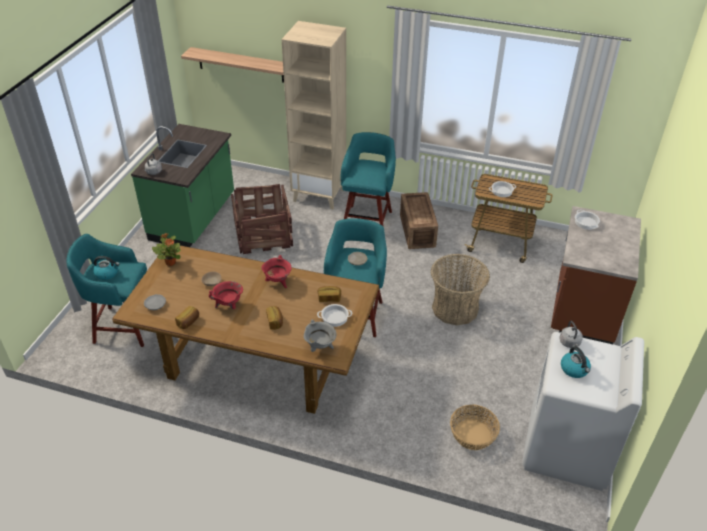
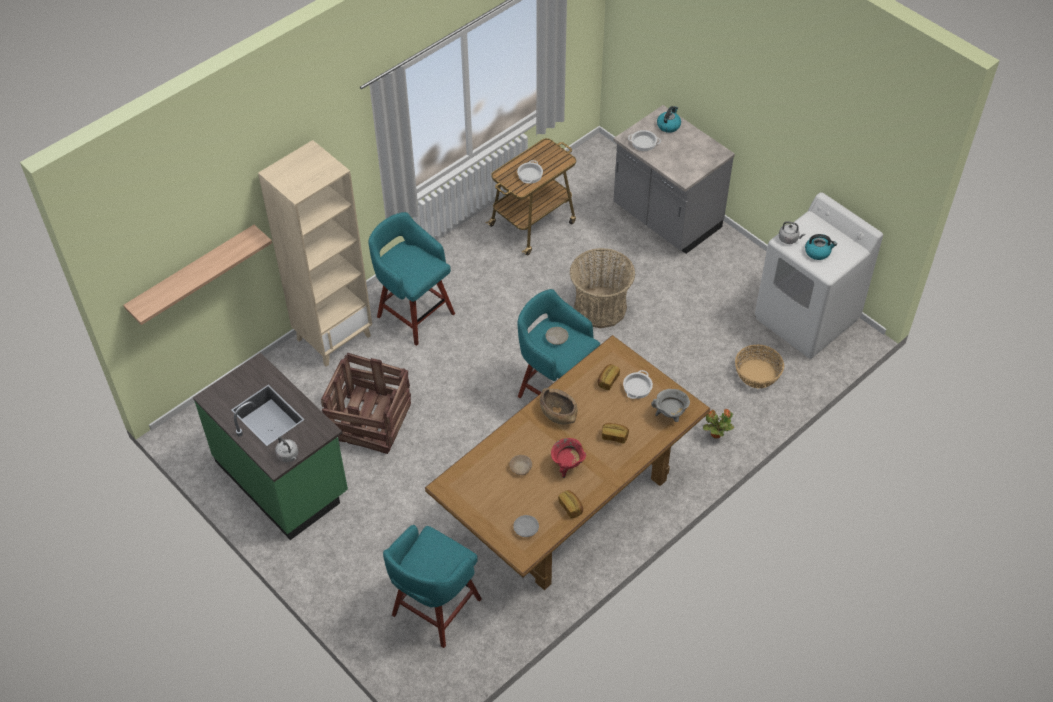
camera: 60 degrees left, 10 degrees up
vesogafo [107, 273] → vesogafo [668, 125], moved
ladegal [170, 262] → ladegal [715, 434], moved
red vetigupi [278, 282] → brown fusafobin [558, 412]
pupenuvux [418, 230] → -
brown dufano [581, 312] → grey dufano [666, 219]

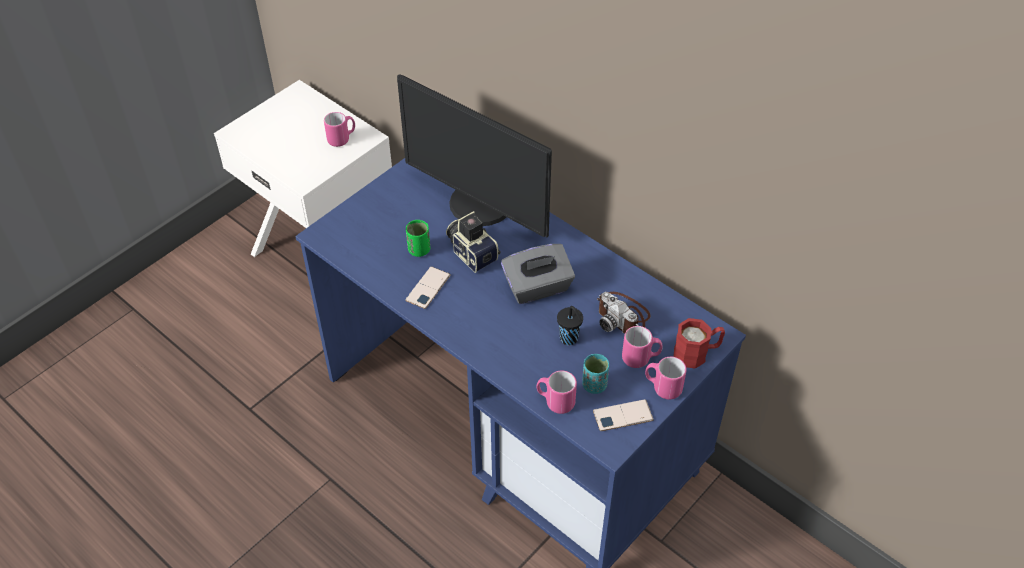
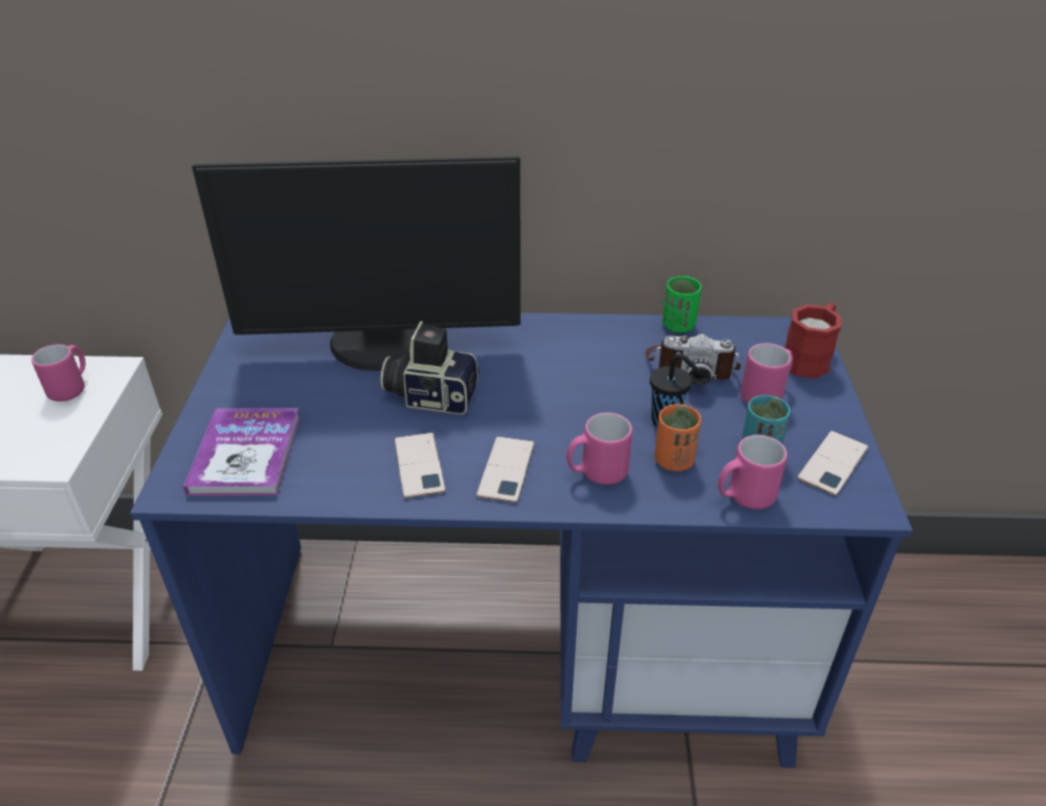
camera: 40 degrees left, 10 degrees down
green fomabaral [419, 250] → green fomabaral [678, 326], moved
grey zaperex [537, 288] → -
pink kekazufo [662, 387] → pink kekazufo [596, 473], moved
- → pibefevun [246, 454]
- → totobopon [506, 469]
- → orange fomabaral [673, 461]

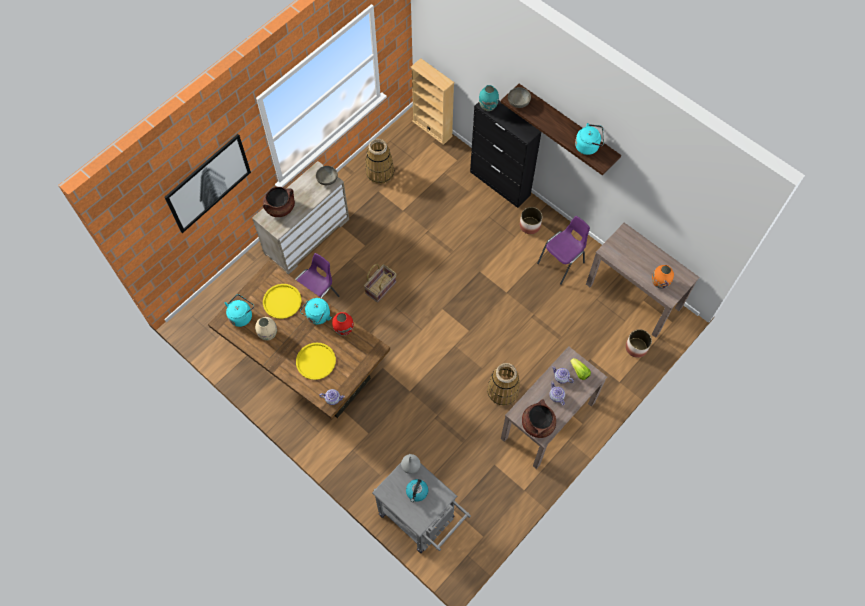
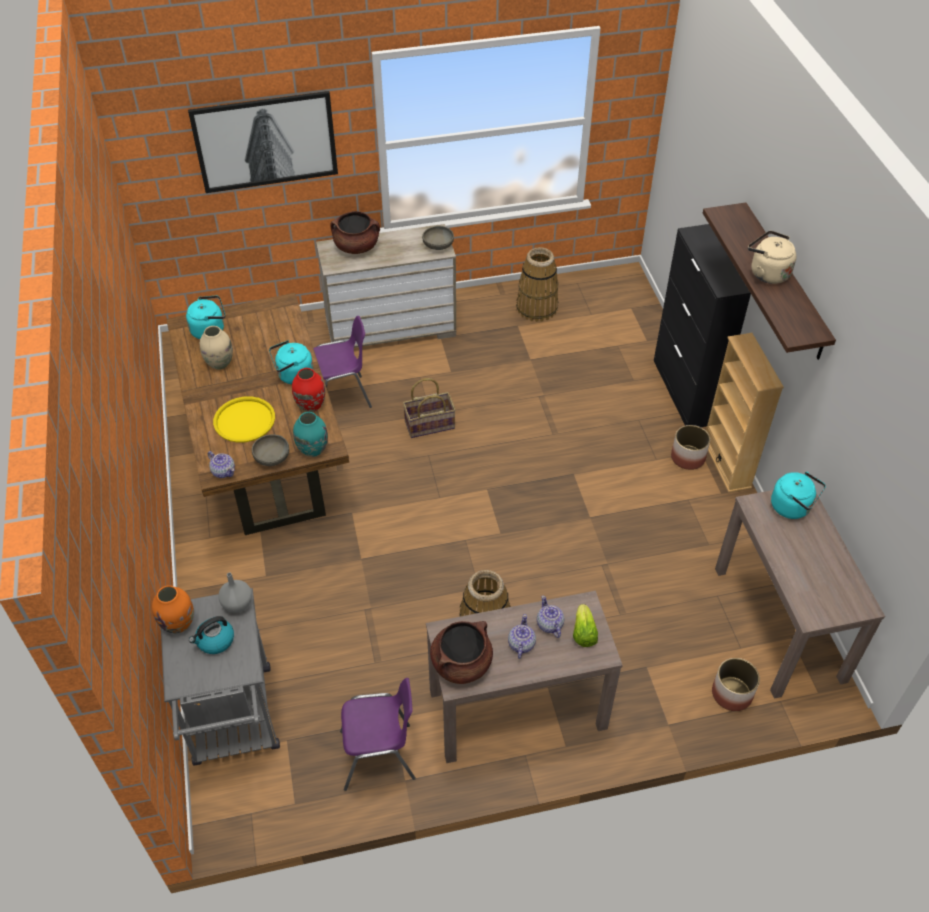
camera: 35 degrees right, 15 degrees down
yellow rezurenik [282, 301] → -
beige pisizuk [432, 128] → beige pisizuk [726, 463], moved
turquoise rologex [487, 106] → turquoise rologex [312, 449], moved
grey fusafobin [518, 102] → grey fusafobin [272, 457], moved
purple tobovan [562, 262] → purple tobovan [380, 756], moved
turquoise vesogafo [588, 146] → turquoise vesogafo [793, 507], moved
orange rologex [659, 282] → orange rologex [178, 623], moved
- → beige vesogafo [767, 273]

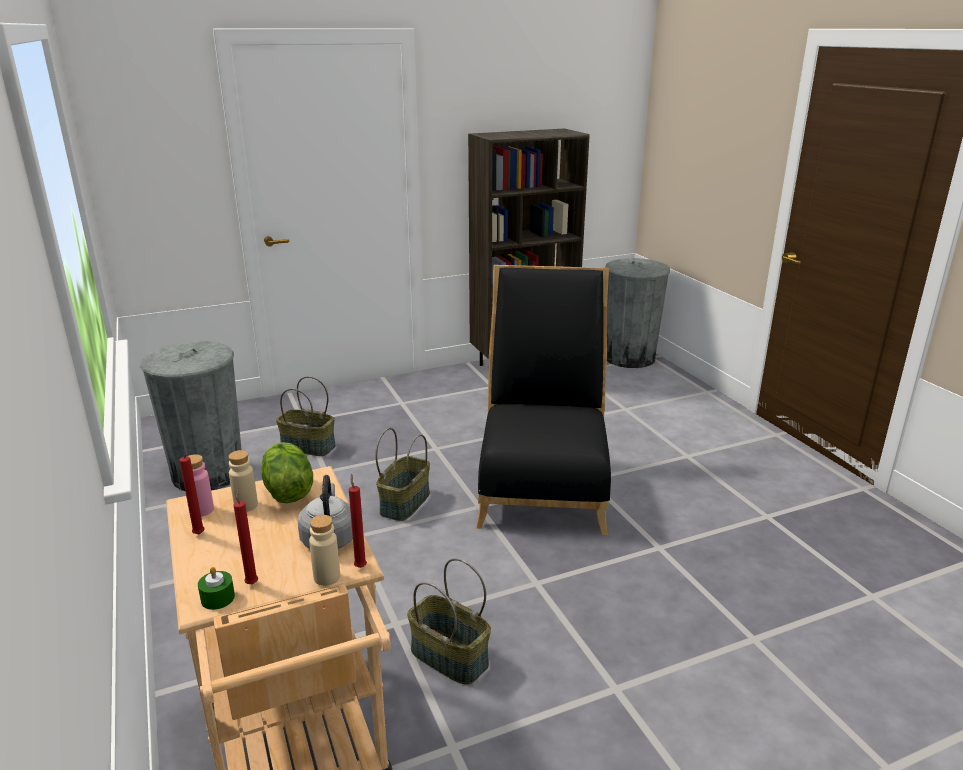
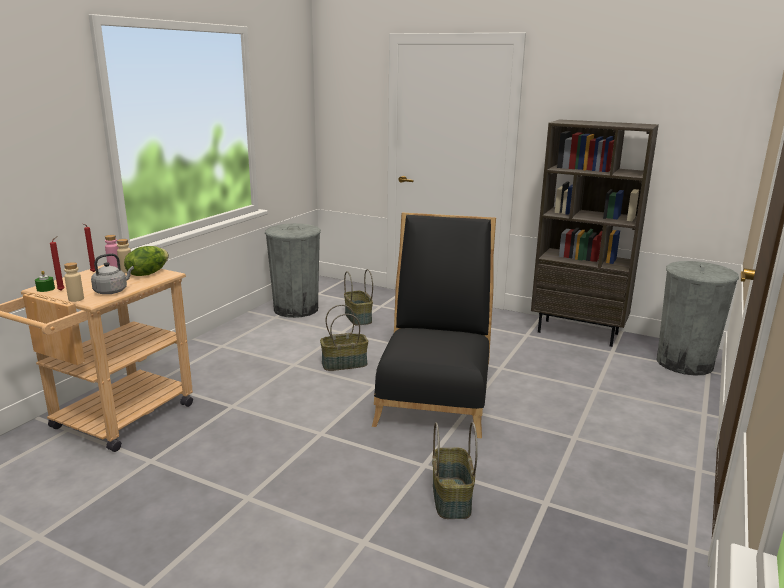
camera: 50 degrees right, 5 degrees down
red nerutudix [360, 566] → -
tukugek [448, 657] → tukugek [450, 498], moved
black tobovan [543, 483] → black tobovan [435, 395], 45 degrees counterclockwise

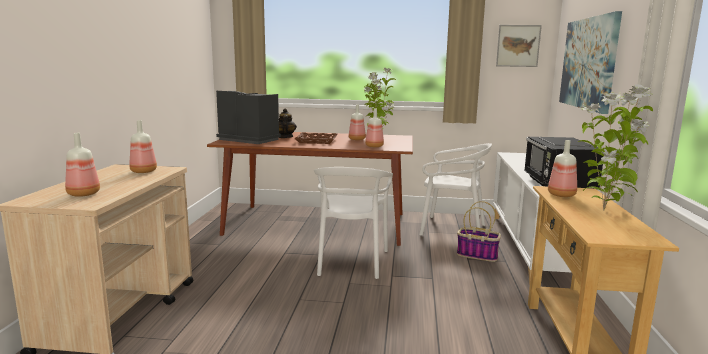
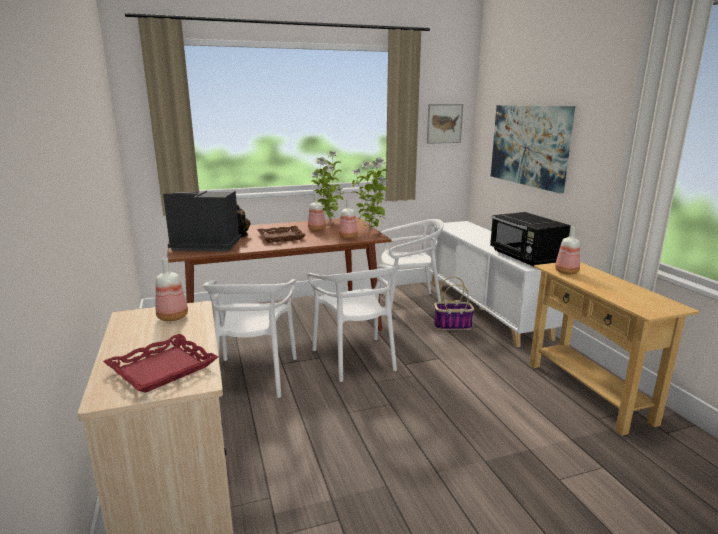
camera: 25 degrees left, 5 degrees up
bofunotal [82, 194] → red rezurenik [163, 369]
ladegal [605, 210] → ladegal [370, 232], moved
- → white tobovan [254, 376]

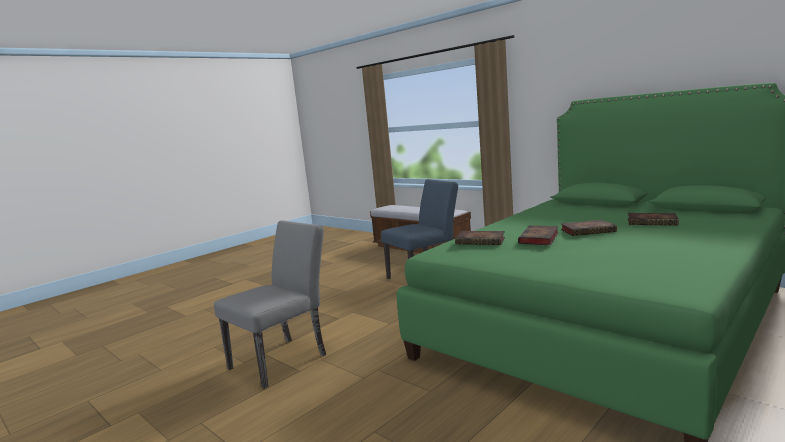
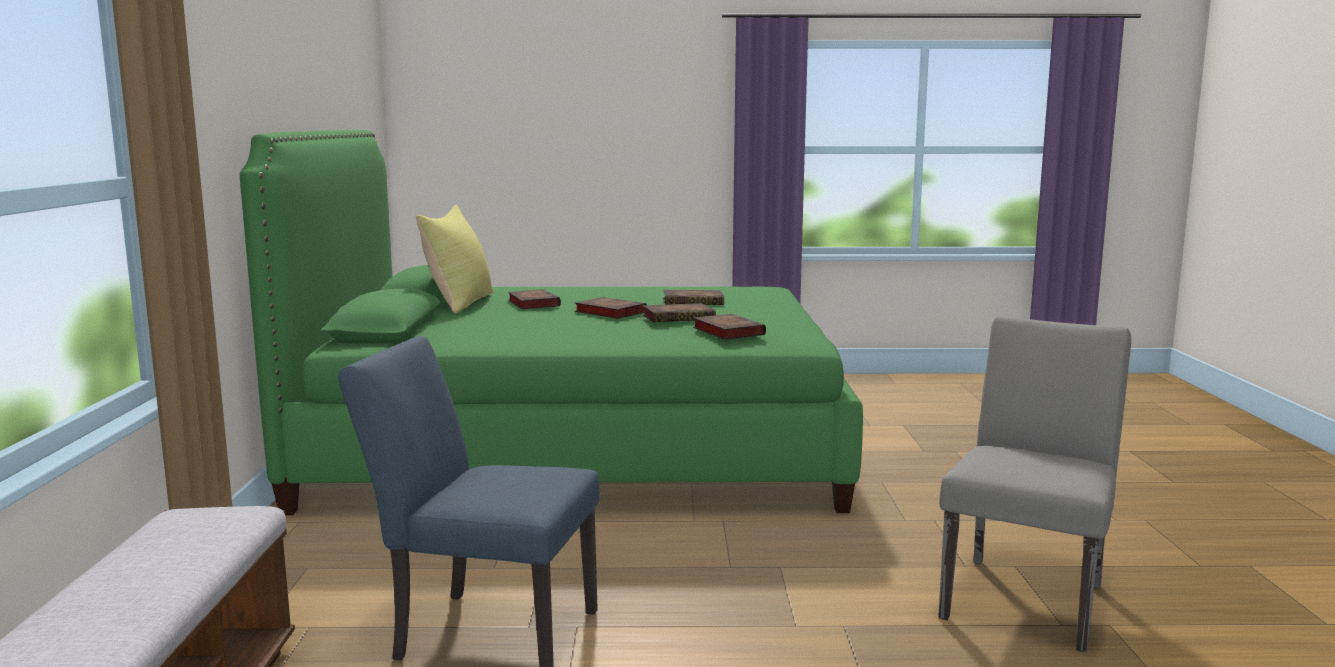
camera: 135 degrees left, 0 degrees up
grey tobovan [284, 359] → grey tobovan [1027, 595], 120 degrees clockwise
- → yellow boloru [459, 303]
- → pibefevun [694, 302]

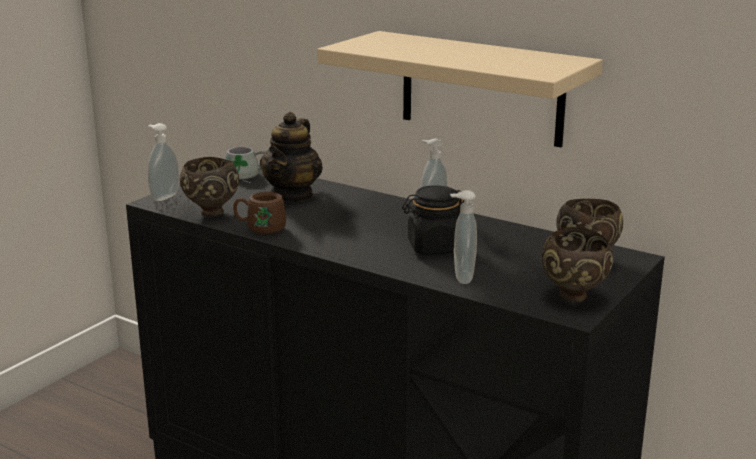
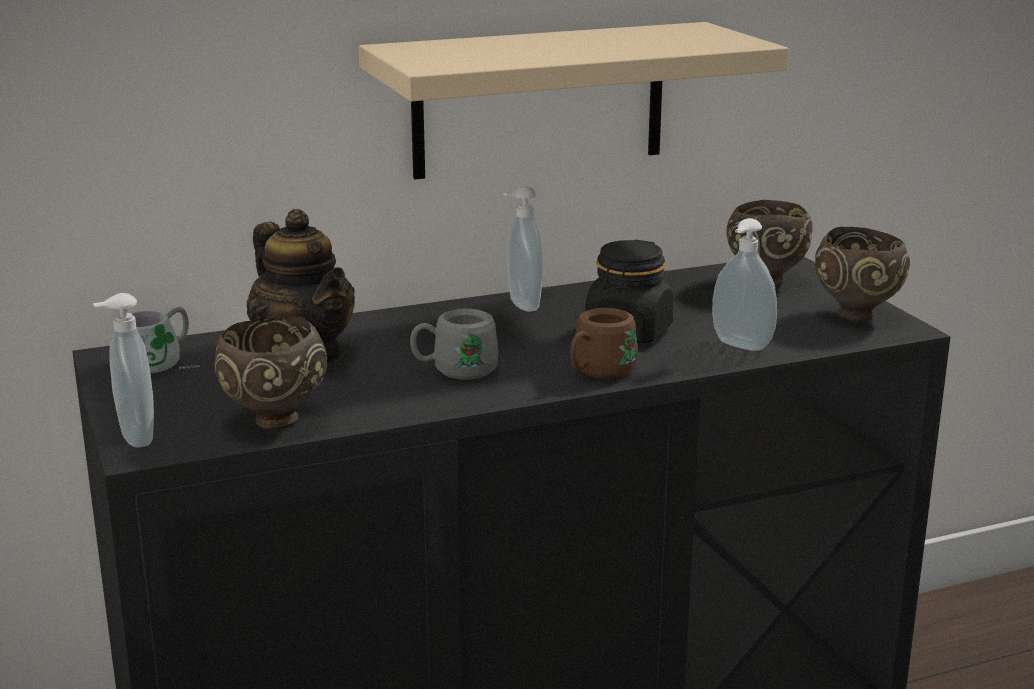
camera: 55 degrees left, 0 degrees up
brown kekazufo [260, 229] → brown kekazufo [598, 373], moved
- → grey kekazufo [455, 371]

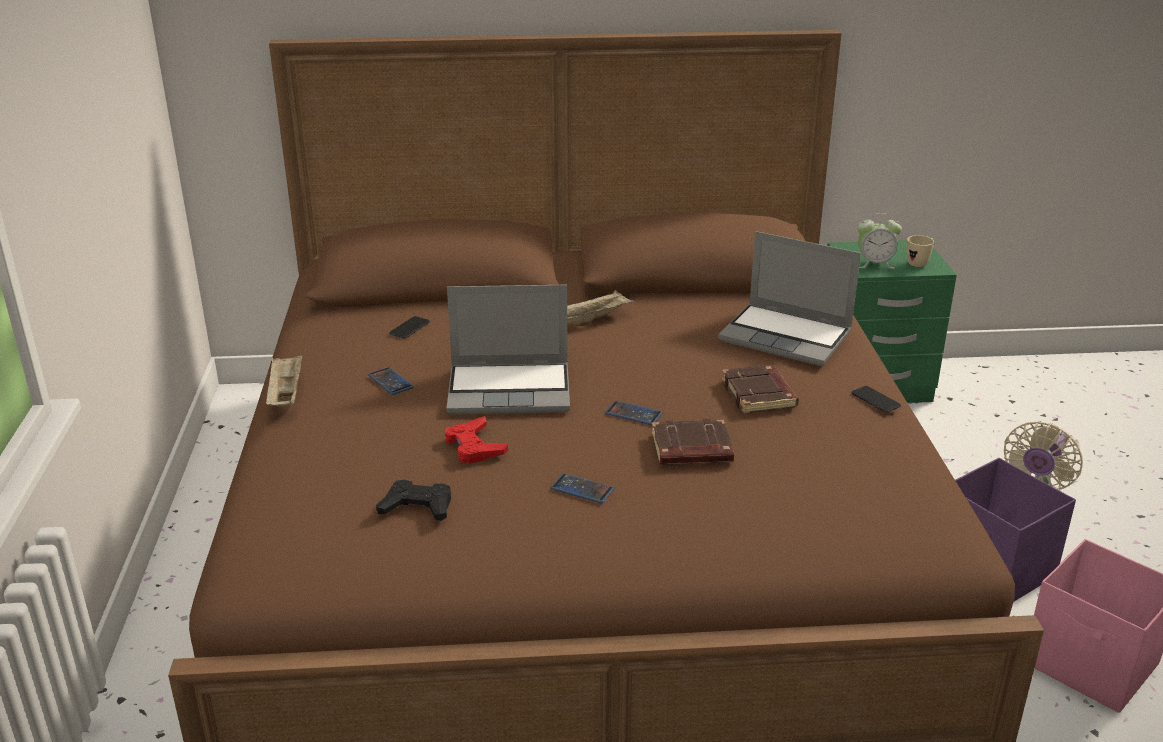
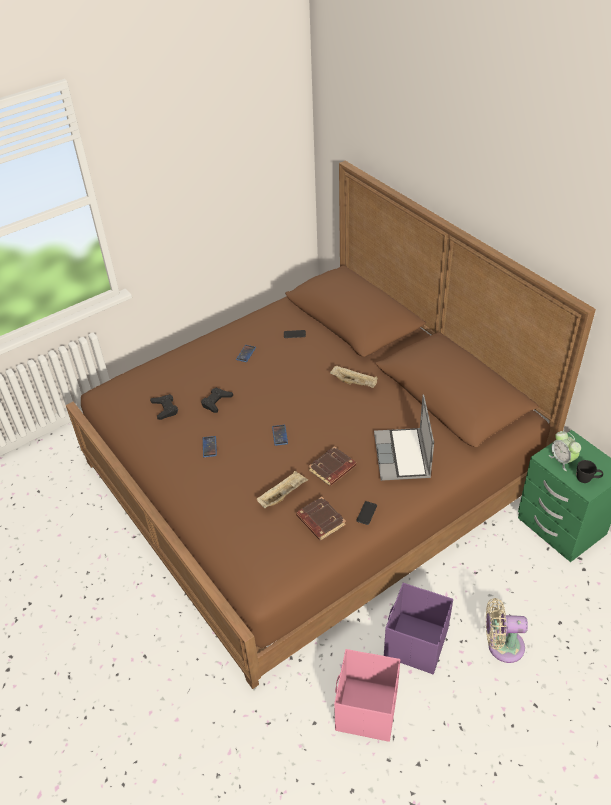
camera: 60 degrees right, 15 degrees up
beige rezurenik [286, 394] → beige rezurenik [283, 495], moved
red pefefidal [474, 446] → black pefefidal [216, 402]
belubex [511, 390] → -
brown pibefevun [691, 450] → brown pibefevun [320, 521], moved
beige kekazufo [919, 263] → black kekazufo [587, 479]

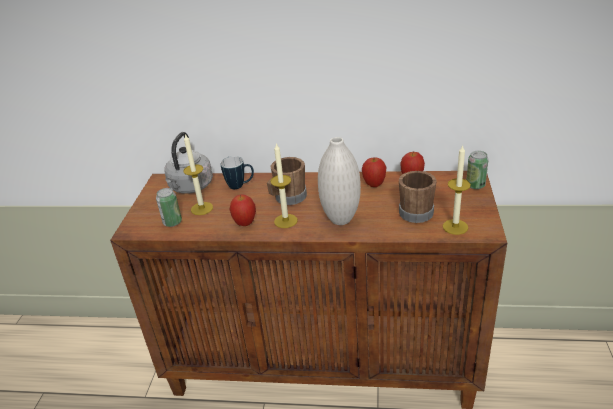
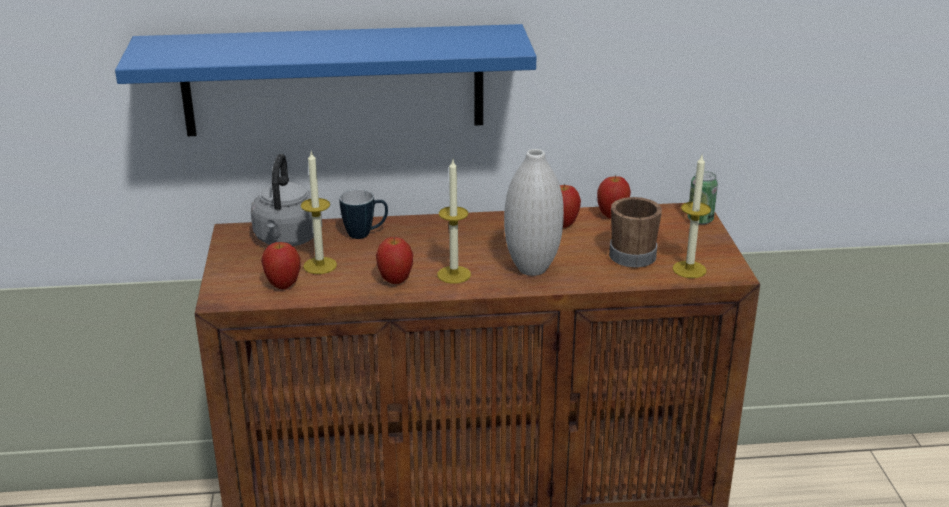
camera: 15 degrees left, 5 degrees down
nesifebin [172, 222] → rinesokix [283, 285]
brown kekazufo [288, 198] → -
- → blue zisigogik [333, 80]

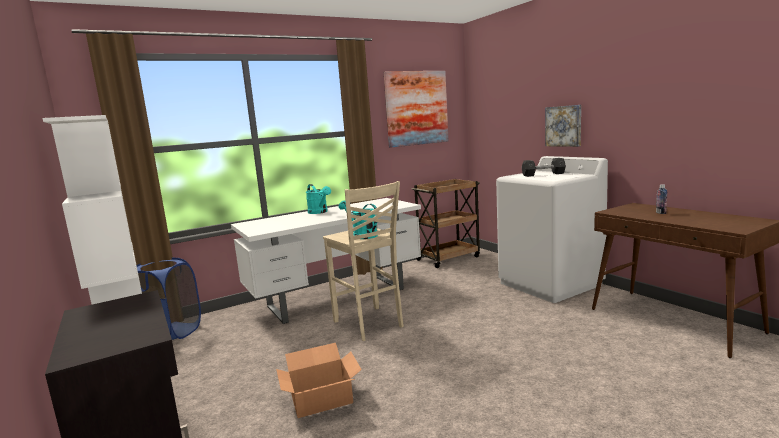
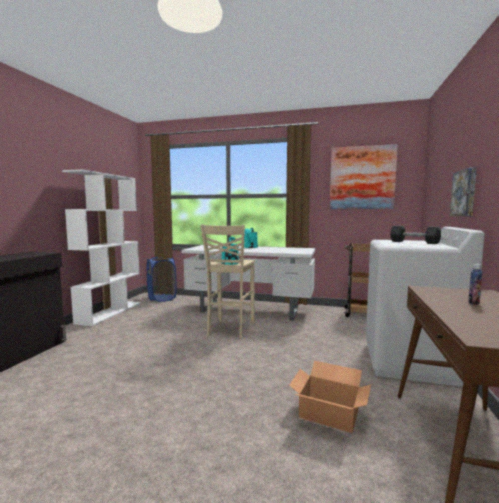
camera: 45 degrees right, 5 degrees down
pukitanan [320, 398] → pukitanan [328, 412], moved

